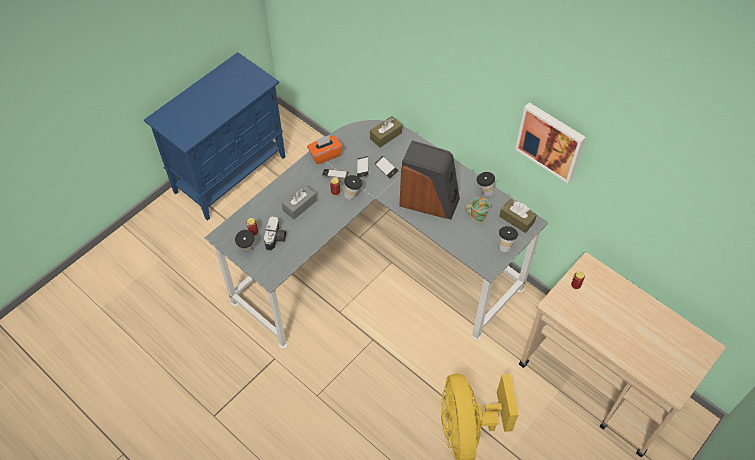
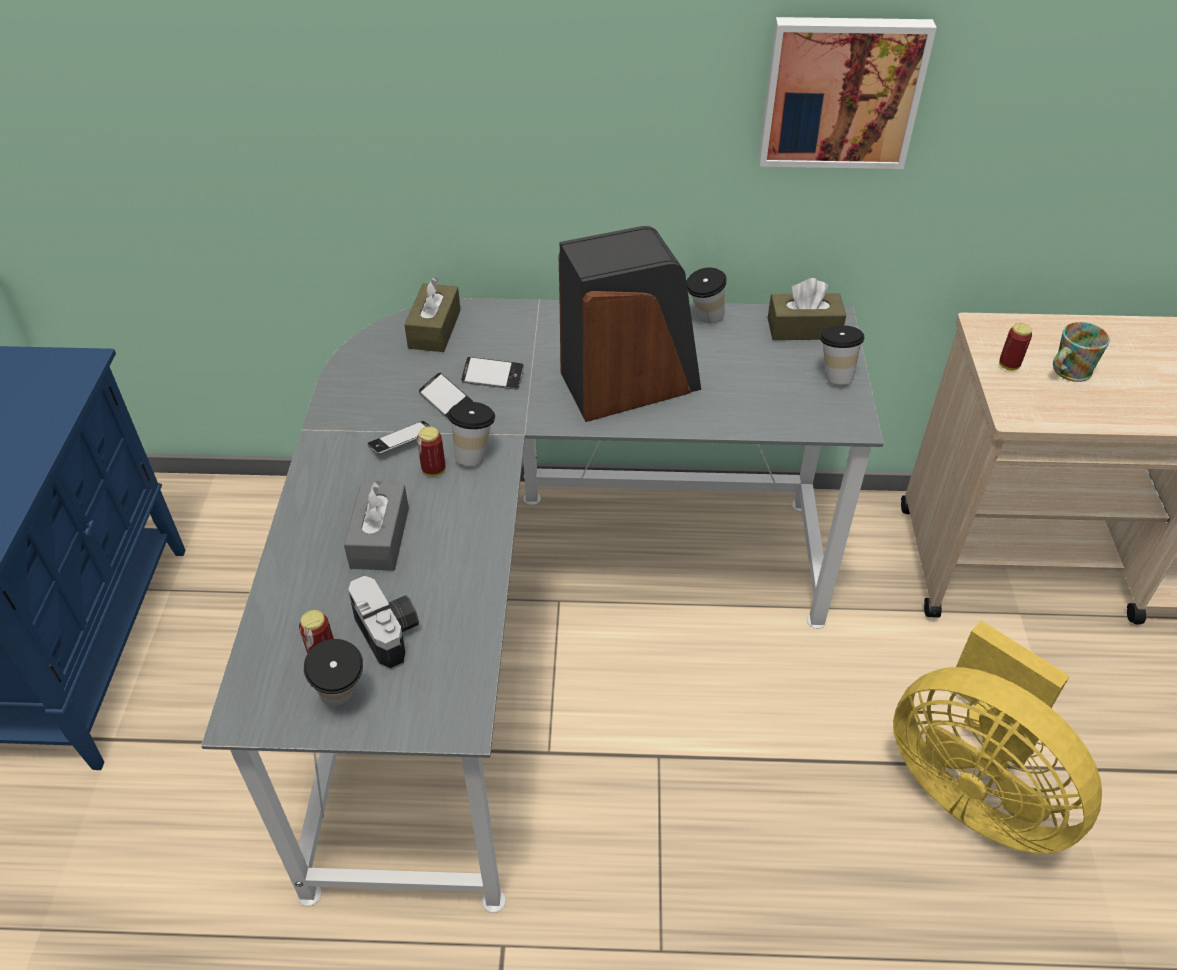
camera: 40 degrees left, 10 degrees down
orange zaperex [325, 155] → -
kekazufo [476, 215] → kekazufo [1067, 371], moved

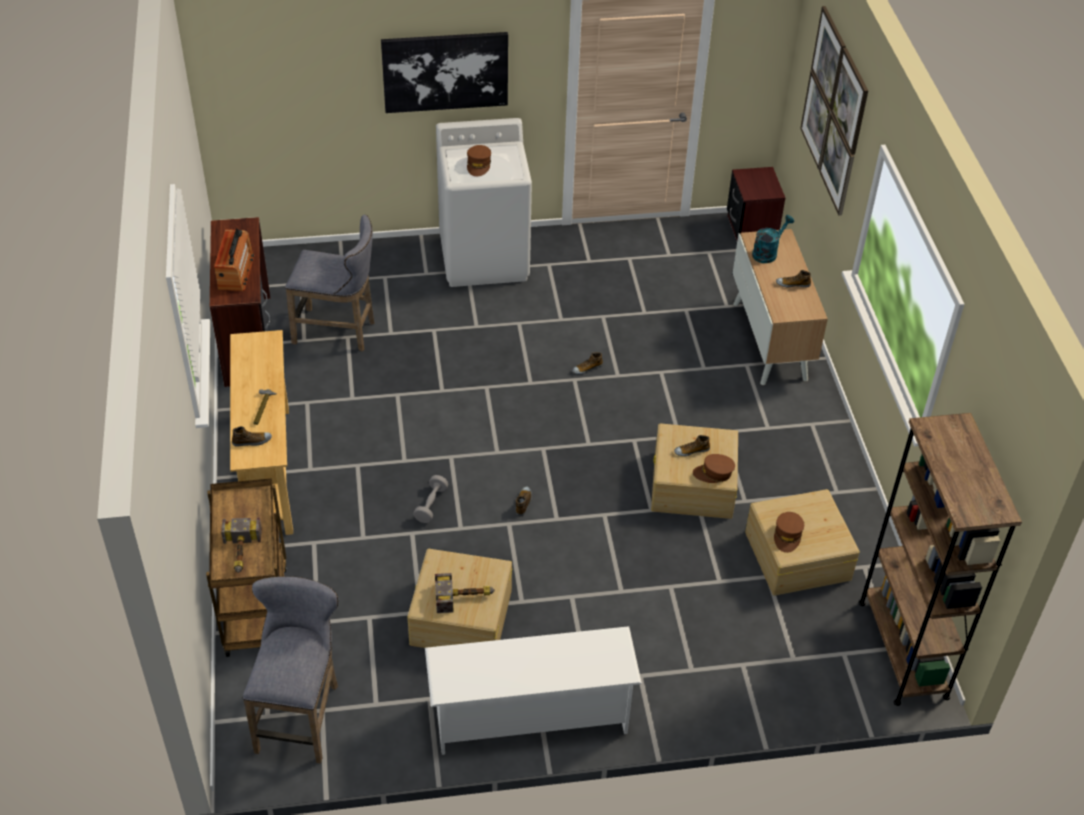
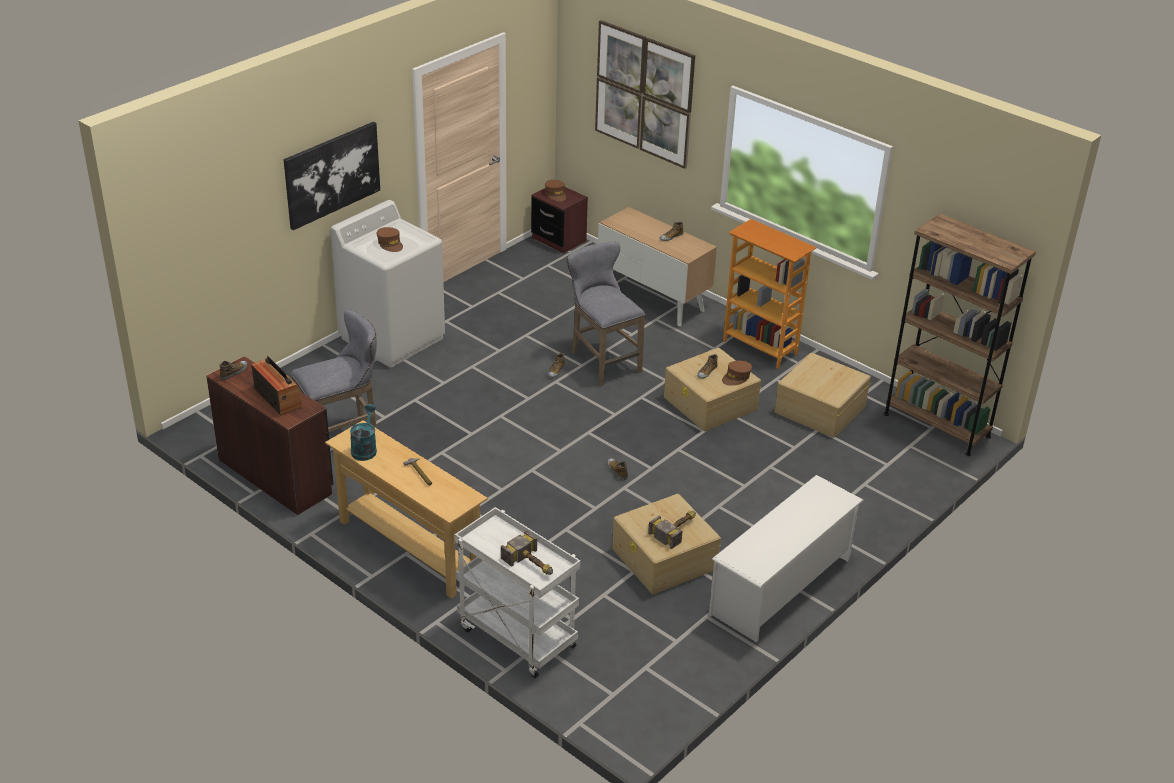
camera: 40 degrees left, 10 degrees down
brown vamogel [255, 608] → white vamogel [515, 637]
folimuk [252, 441] → folimuk [234, 372], moved
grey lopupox [301, 714] → grey lopupox [602, 360], moved
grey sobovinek [431, 505] → -
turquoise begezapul [767, 252] → turquoise begezapul [365, 448], moved
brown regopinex [787, 536] → brown regopinex [555, 194], moved
- → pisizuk [760, 347]

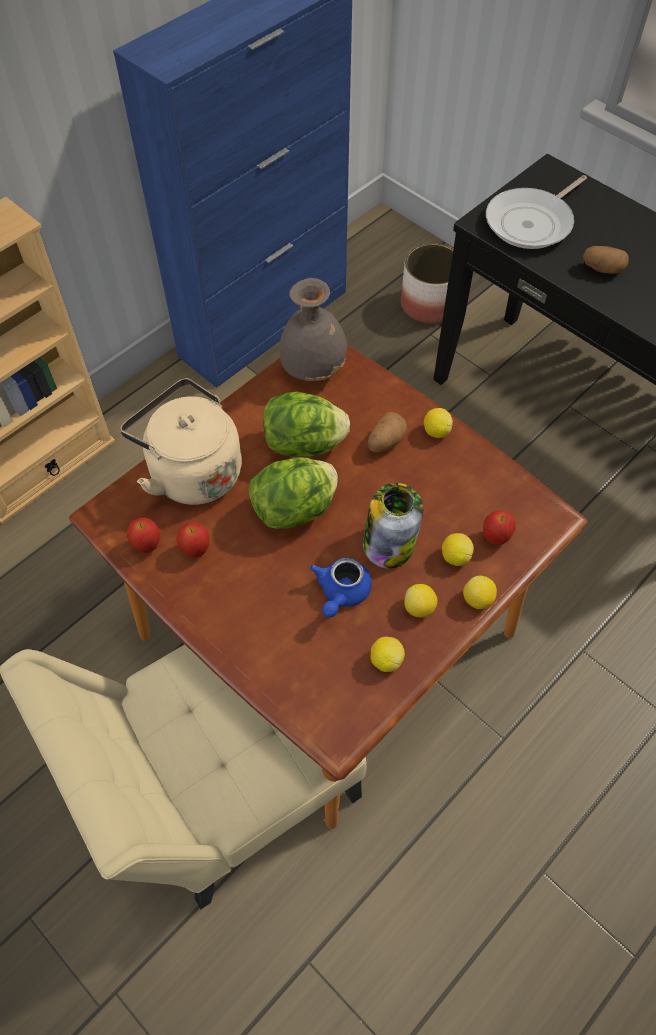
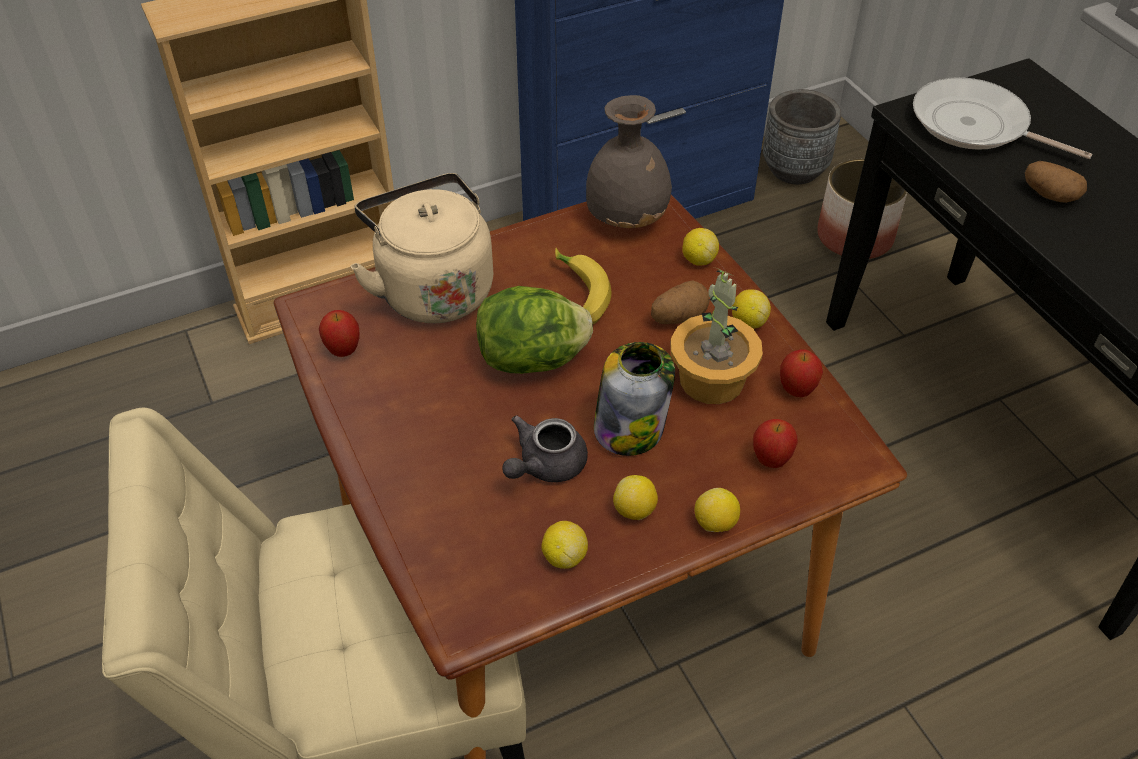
camera: 20 degrees right, 10 degrees down
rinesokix [196, 550] → rinesokix [796, 390], moved
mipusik [305, 444] → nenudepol [578, 295]
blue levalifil [341, 593] → grey levalifil [545, 465]
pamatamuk [455, 557] → pamatamuk [698, 259], moved
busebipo [532, 223] → busebipo [975, 126], 60 degrees clockwise
- → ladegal [711, 381]
- → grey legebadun [794, 169]

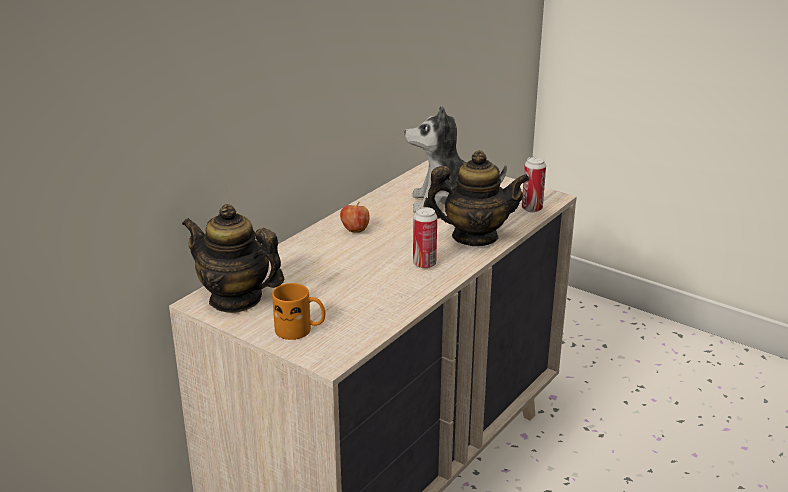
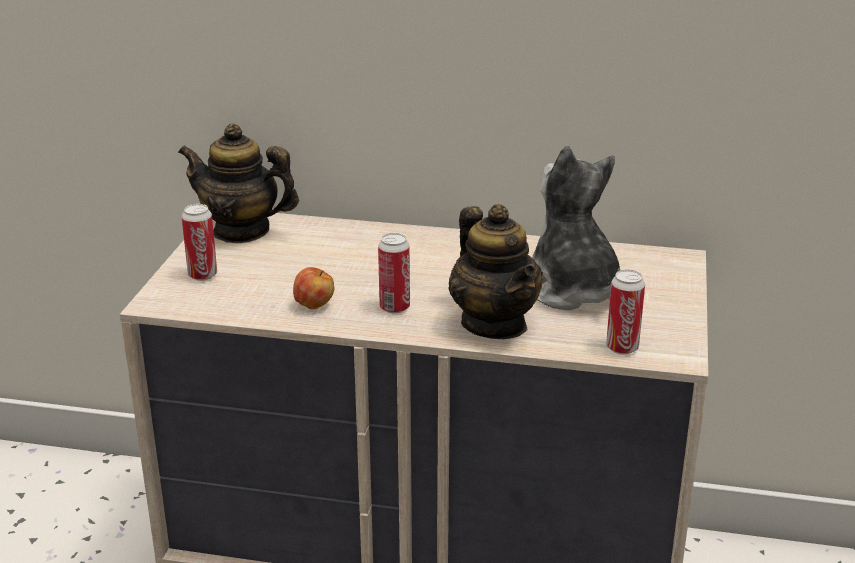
camera: 65 degrees right, 0 degrees up
levalifil [236, 299] → levalifil [242, 231], 75 degrees counterclockwise
orange kekazufo [300, 330] → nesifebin [202, 275]
rinesokix [355, 230] → rinesokix [314, 305], moved

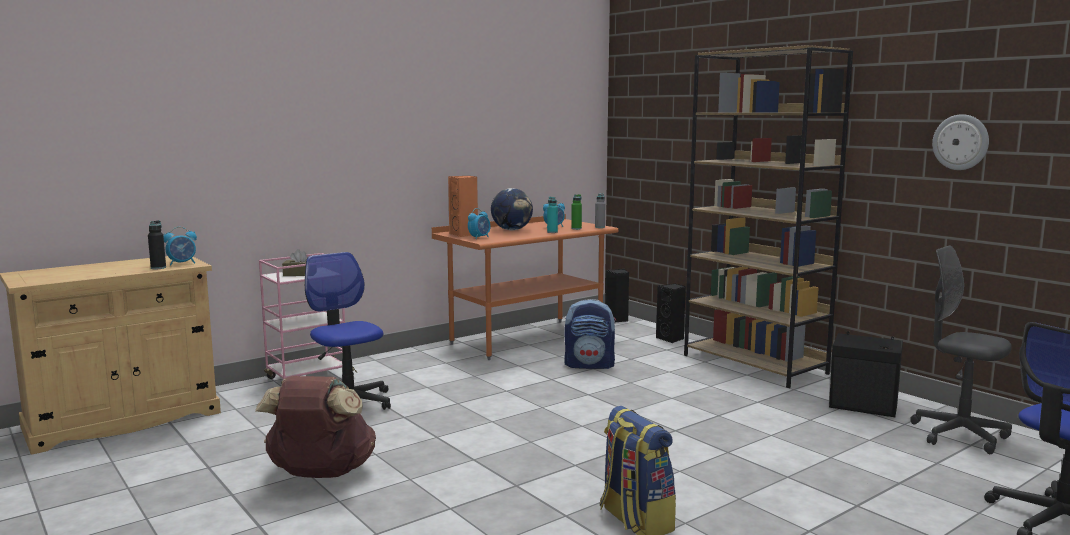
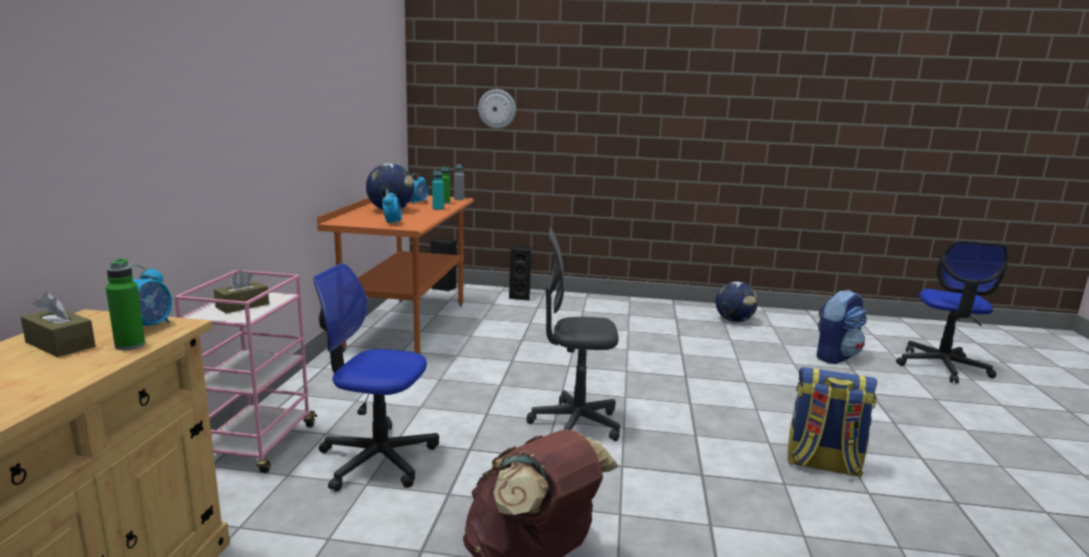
camera: 45 degrees left, 5 degrees up
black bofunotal [158, 268] → green bofunotal [130, 345]
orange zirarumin [464, 234] → -
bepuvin [590, 365] → bepuvin [835, 356], moved
brown pisizuk [755, 364] → -
black zirarumin [864, 407] → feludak [734, 321]
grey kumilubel [959, 435] → grey kumilubel [575, 424], moved
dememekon [961, 142] → dememekon [497, 109], moved
- → brown zaperex [60, 344]

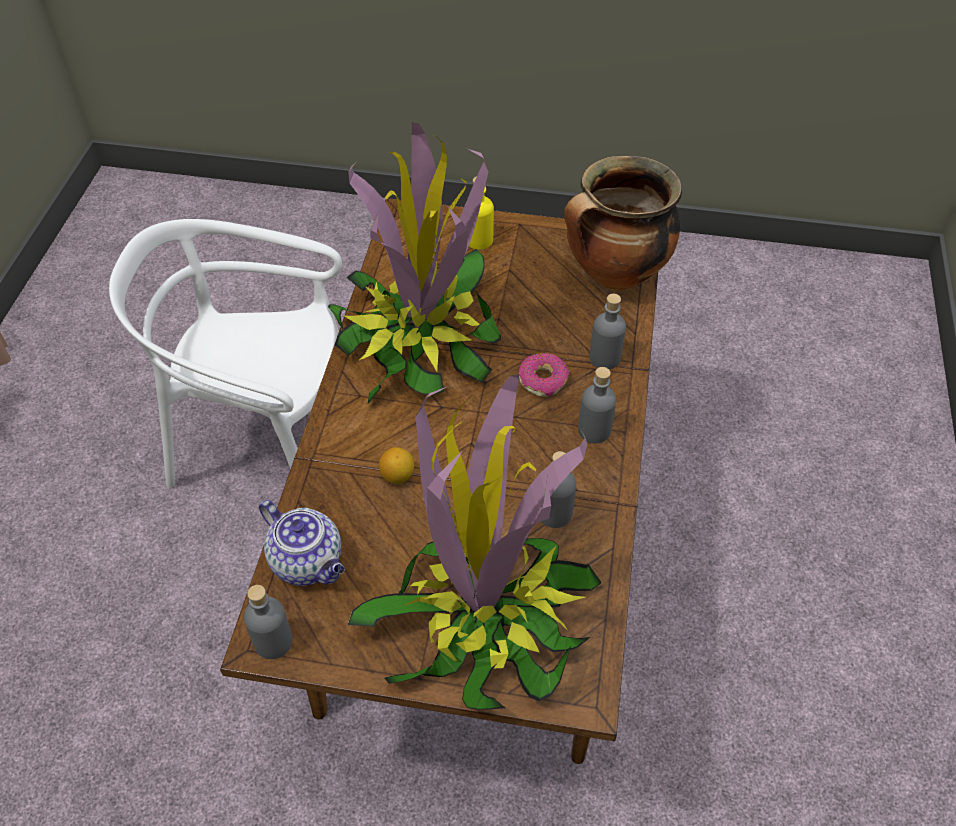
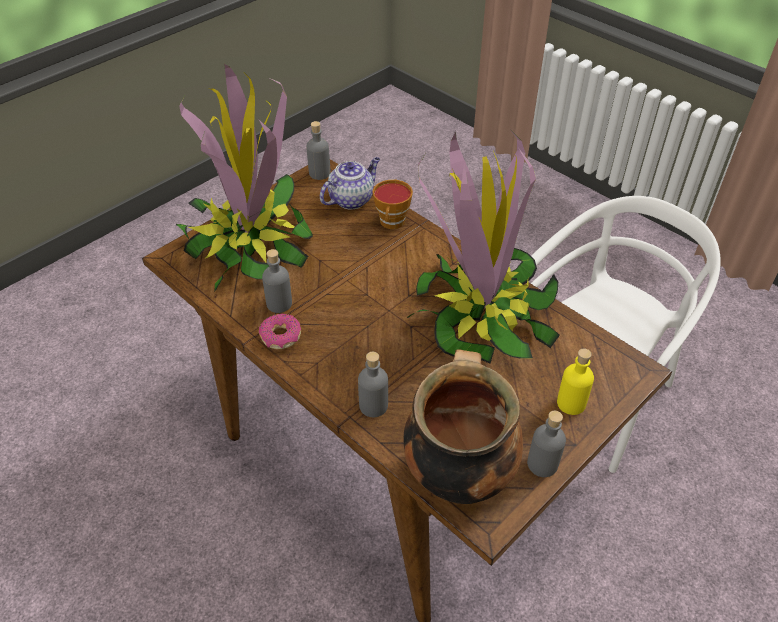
camera: 125 degrees right, 5 degrees down
levalifil [309, 562] → levalifil [351, 199], 150 degrees clockwise
pamatamuk [398, 476] → -
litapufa [543, 380] → litapufa [280, 337], moved
grey bofunotal [594, 430] → grey bofunotal [542, 464], moved
- → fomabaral [392, 223]

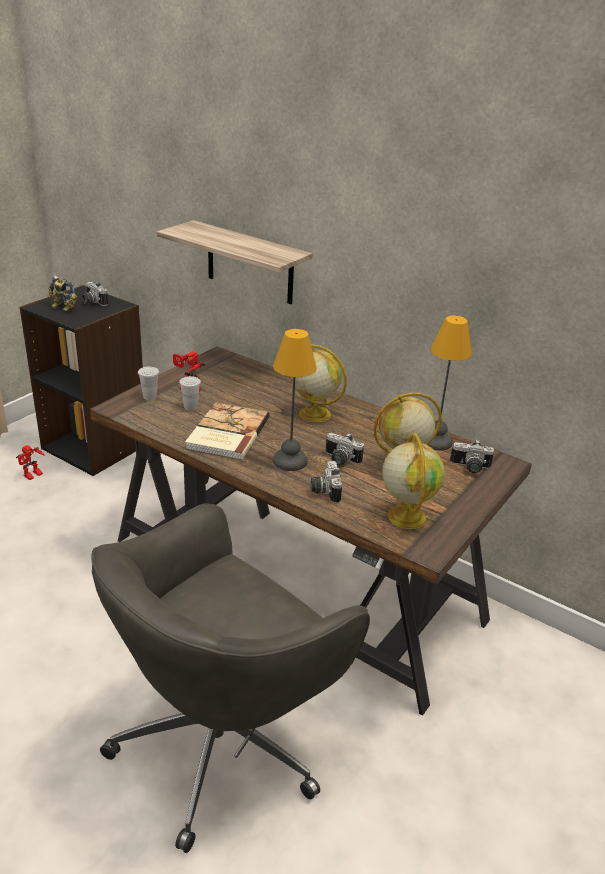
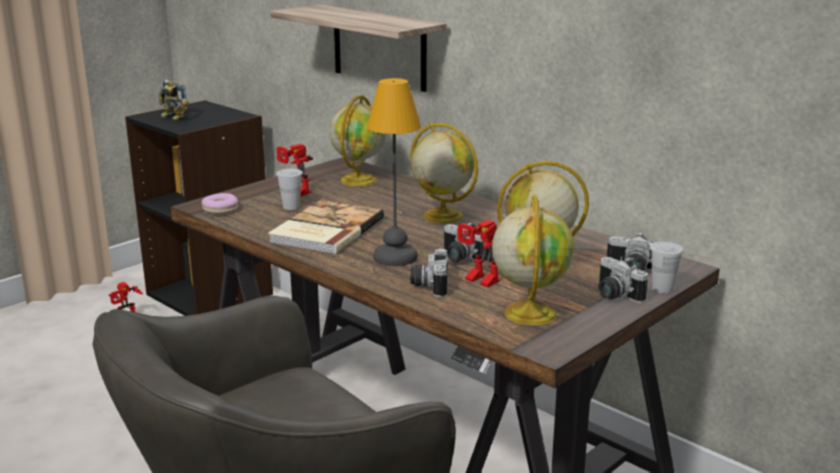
camera: 10 degrees right, 10 degrees down
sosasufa [92, 302] → sosasufa [613, 295], moved
white fomabaral [150, 397] → white fomabaral [662, 289], moved
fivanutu [436, 441] → -
- → litapufa [220, 209]
- → feludak [358, 180]
- → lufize [478, 281]

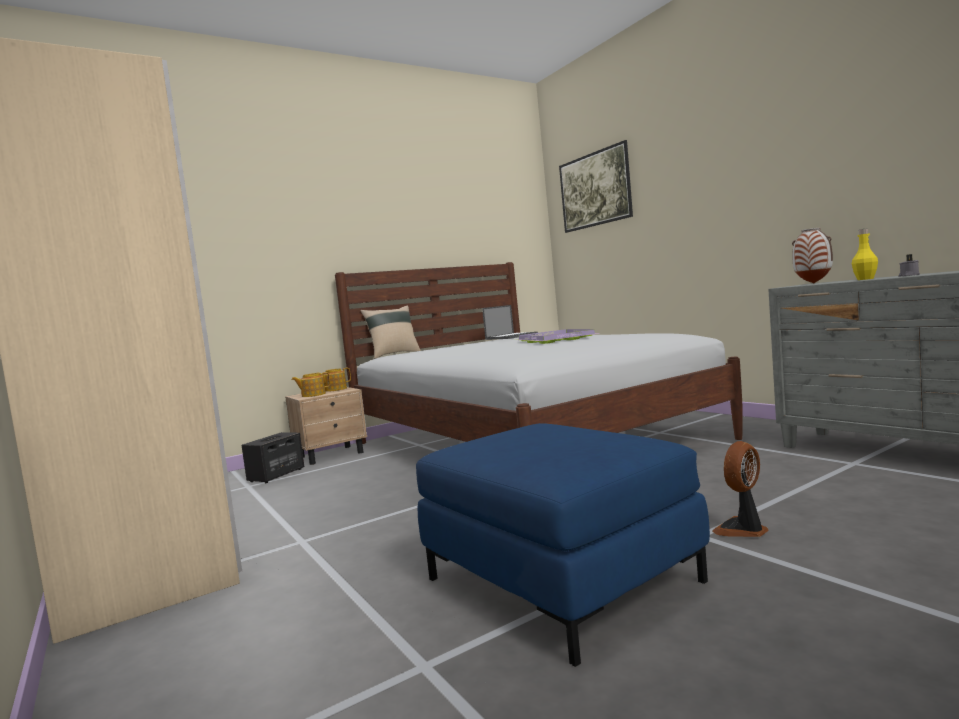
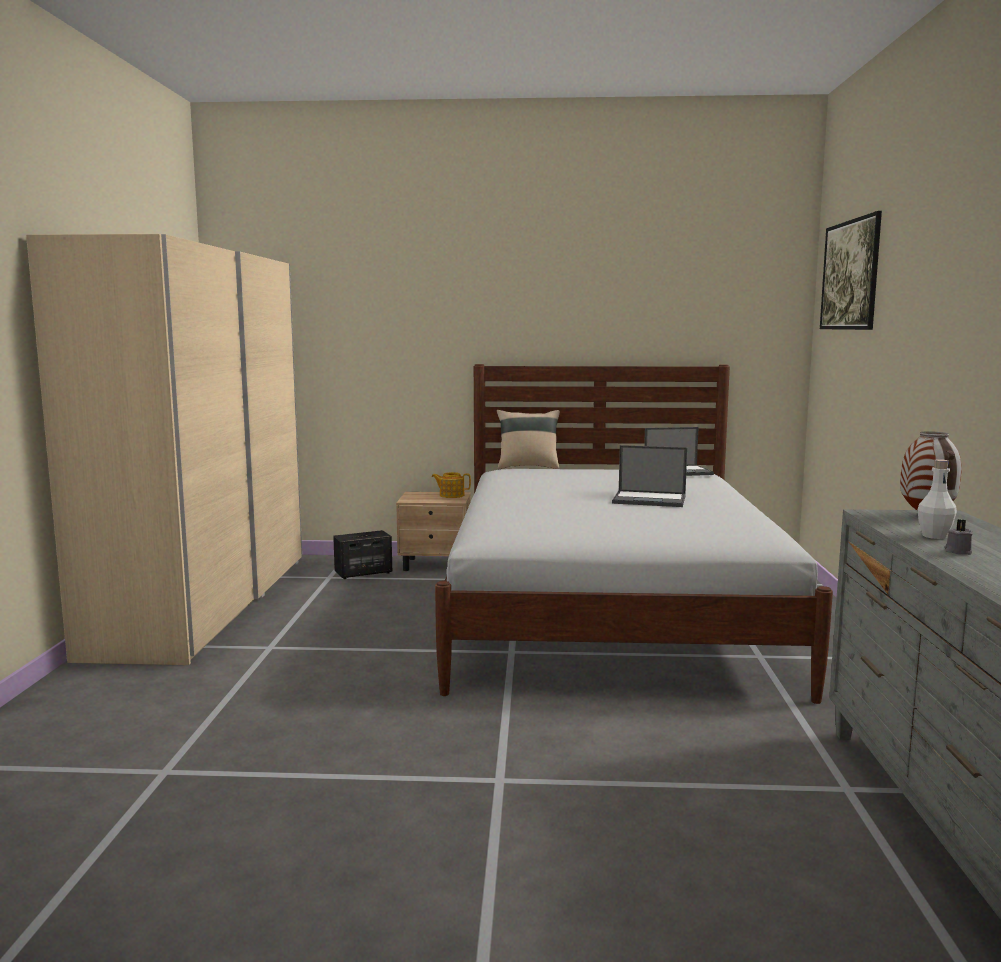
camera: 35 degrees right, 5 degrees up
levalifil [313, 395] → -
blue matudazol [561, 579] → -
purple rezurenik [556, 339] → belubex [650, 500]
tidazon [743, 530] → -
yellow bofunotal [865, 279] → white bofunotal [934, 536]

